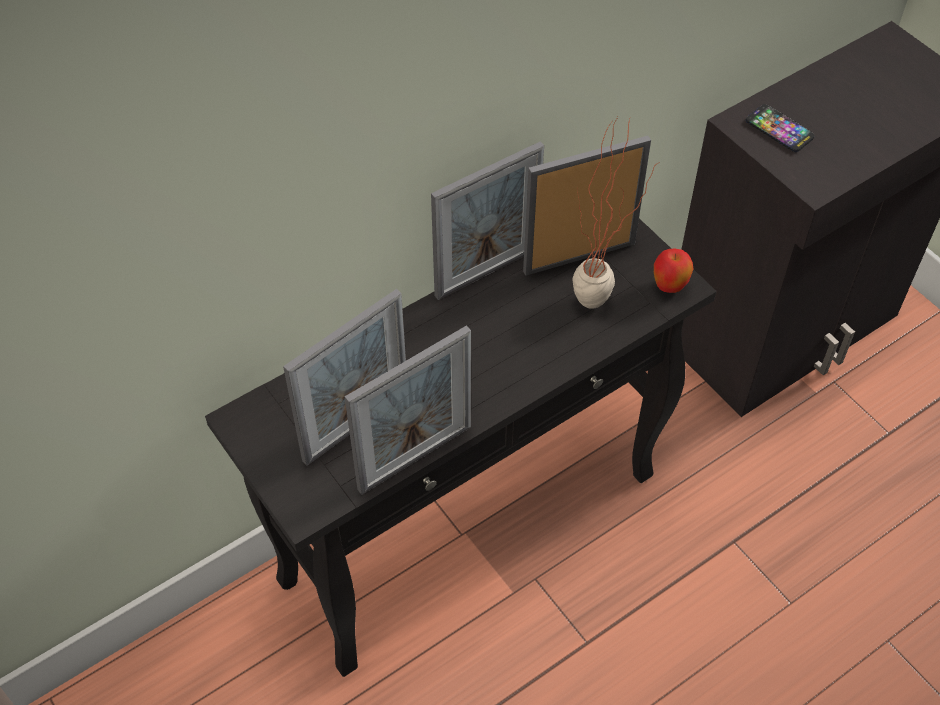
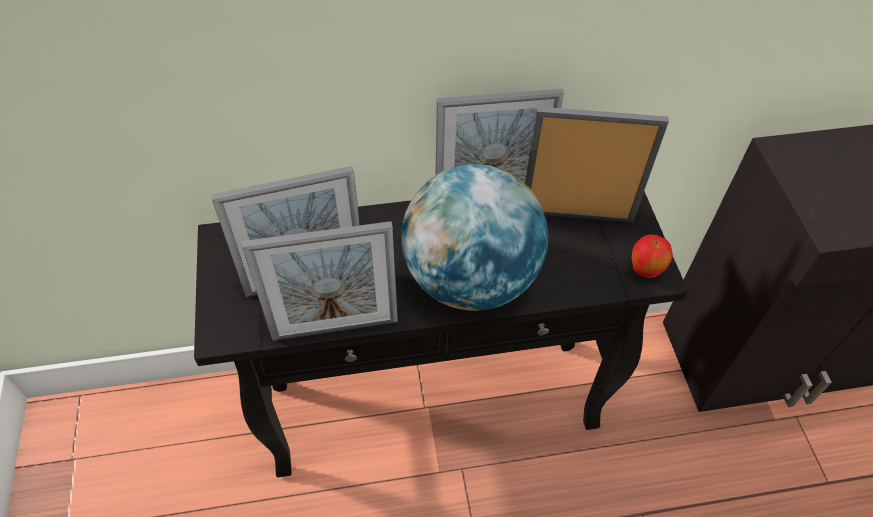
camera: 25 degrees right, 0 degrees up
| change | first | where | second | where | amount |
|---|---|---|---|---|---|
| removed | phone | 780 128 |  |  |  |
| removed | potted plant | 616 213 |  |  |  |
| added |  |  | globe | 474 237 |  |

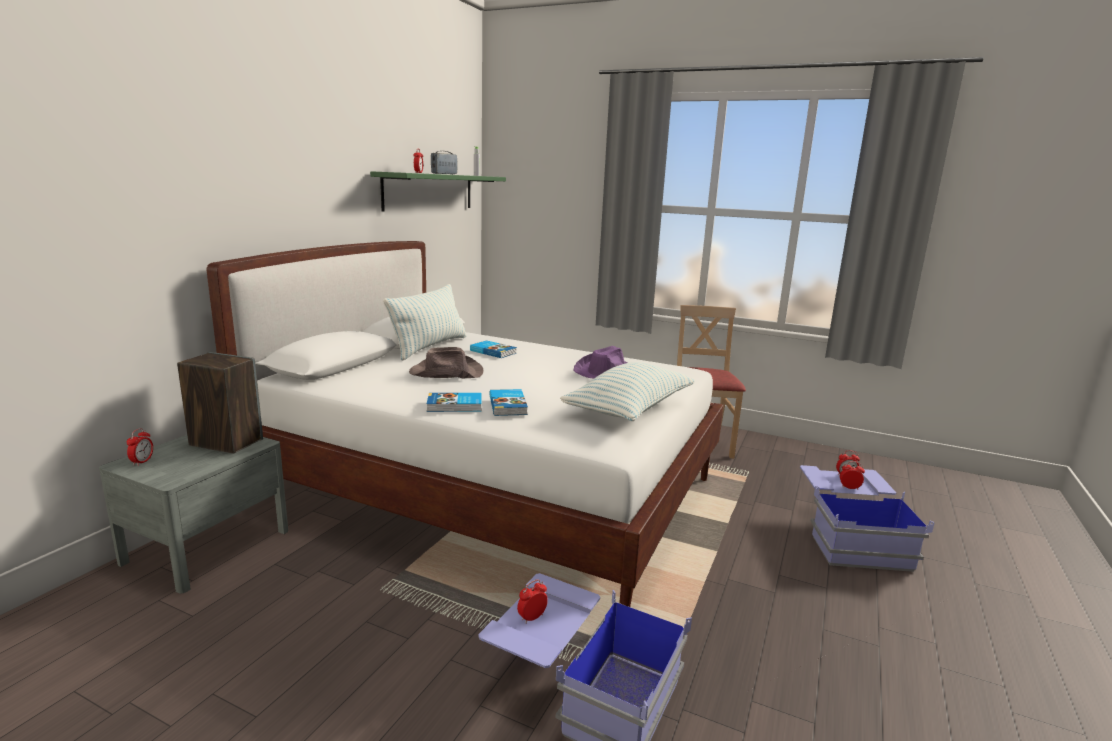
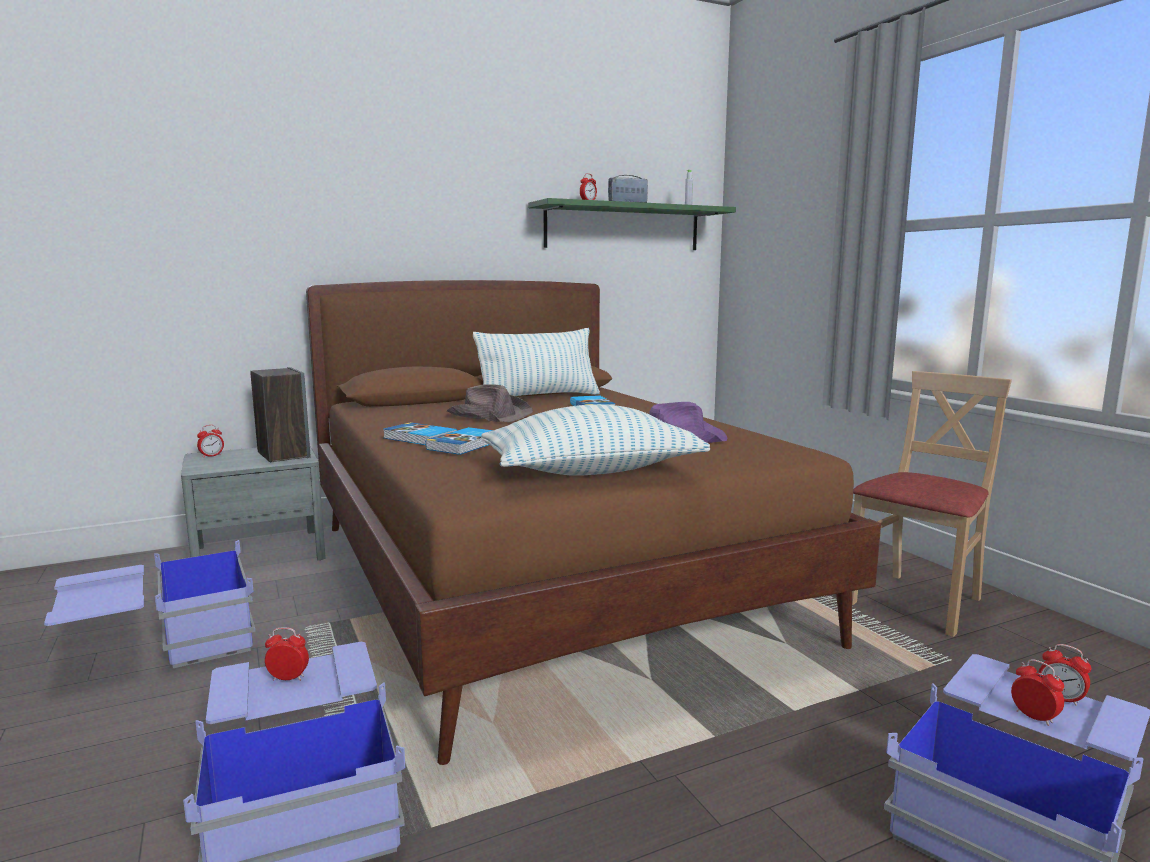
camera: 40 degrees right, 5 degrees down
| change | first | where | second | where | amount |
|---|---|---|---|---|---|
| recoloured | bed (white) | 465 424 | bed (brown) | 593 522 |  |
| added |  |  | storage box (bluish) | 149 604 |  |

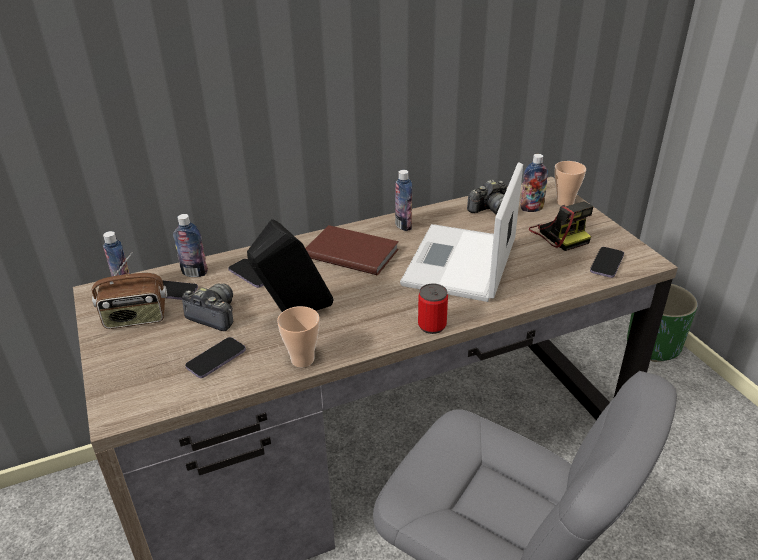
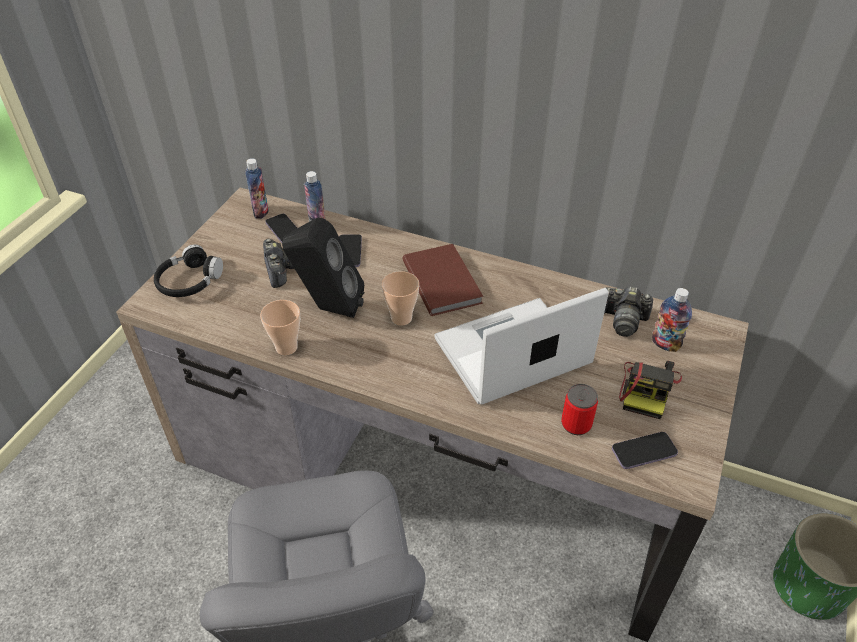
camera: 45 degrees right, 10 degrees up
| change | first | where | second | where | amount |
|---|---|---|---|---|---|
| moved | drinking cup | 570 183 |  | 400 298 |  |
| removed | drink bottle | 403 200 |  |  |  |
| removed | radio receiver | 129 290 |  |  |  |
| moved | metal can | 433 308 |  | 579 409 |  |
| removed | phone | 215 357 |  |  |  |
| added |  |  | headset (black) | 188 270 |  |

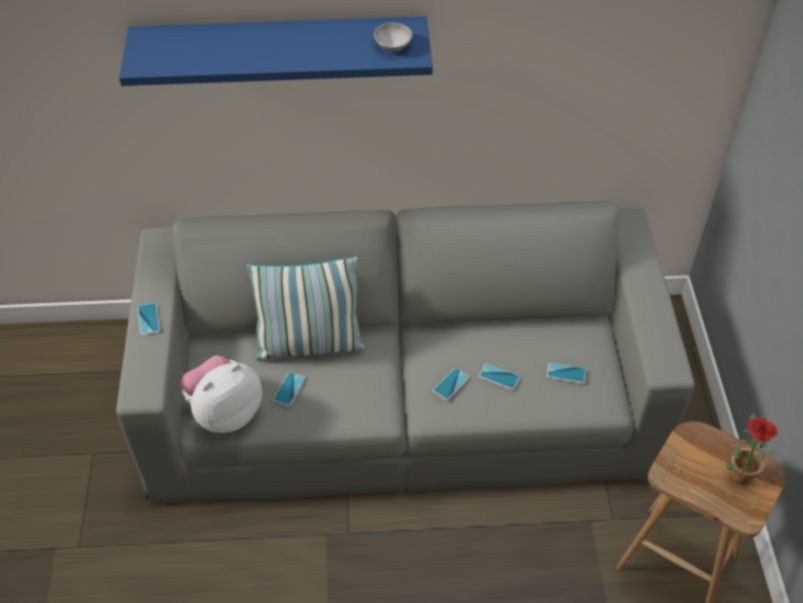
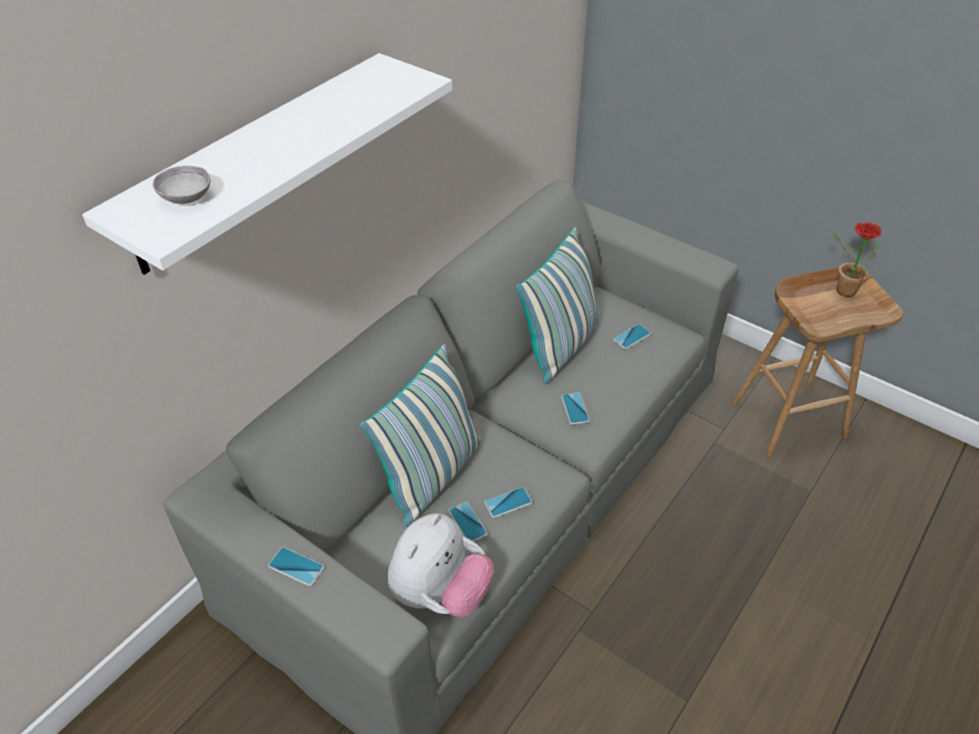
camera: 50 degrees left, 5 degrees down
| change | first | where | second | where | amount |
|---|---|---|---|---|---|
| recoloured | shelf (bluish) | 276 51 | shelf (white) | 267 164 |  |
| moved | bowl (gray) | 393 37 |  | 181 185 |  |
| turned | plush toy | 221 394 |  | 441 565 | 150 degrees counterclockwise |
| moved | phone | 499 376 |  | 508 502 |  |
| added |  |  | throw pillow | 558 305 |  |

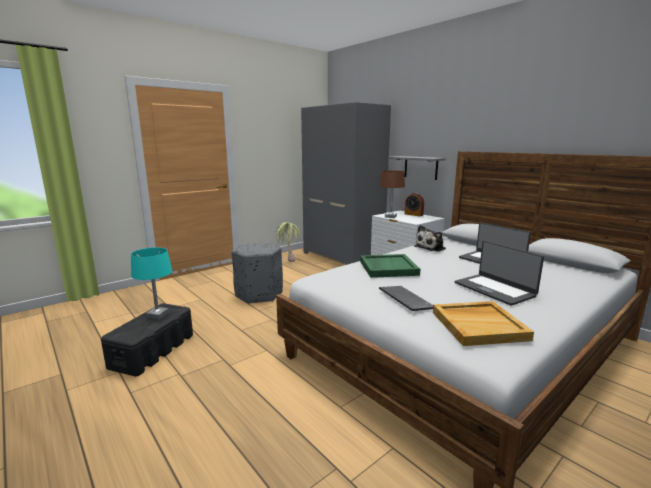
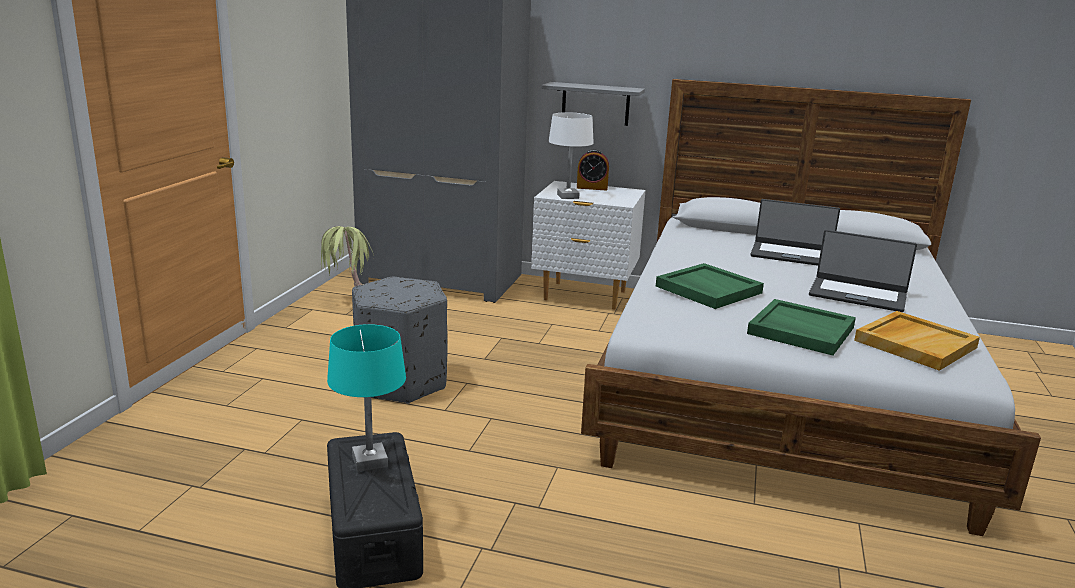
camera: 35 degrees left, 5 degrees up
| change | first | where | second | where | amount |
|---|---|---|---|---|---|
| recoloured | tabletop lamp (brown) | 392 194 | tabletop lamp (white) | 571 155 |  |
| removed | plush toy | 430 238 |  |  |  |
| replaced | PC keyboard | 406 298 | carrying tray (green-coloured) | 801 327 |  |

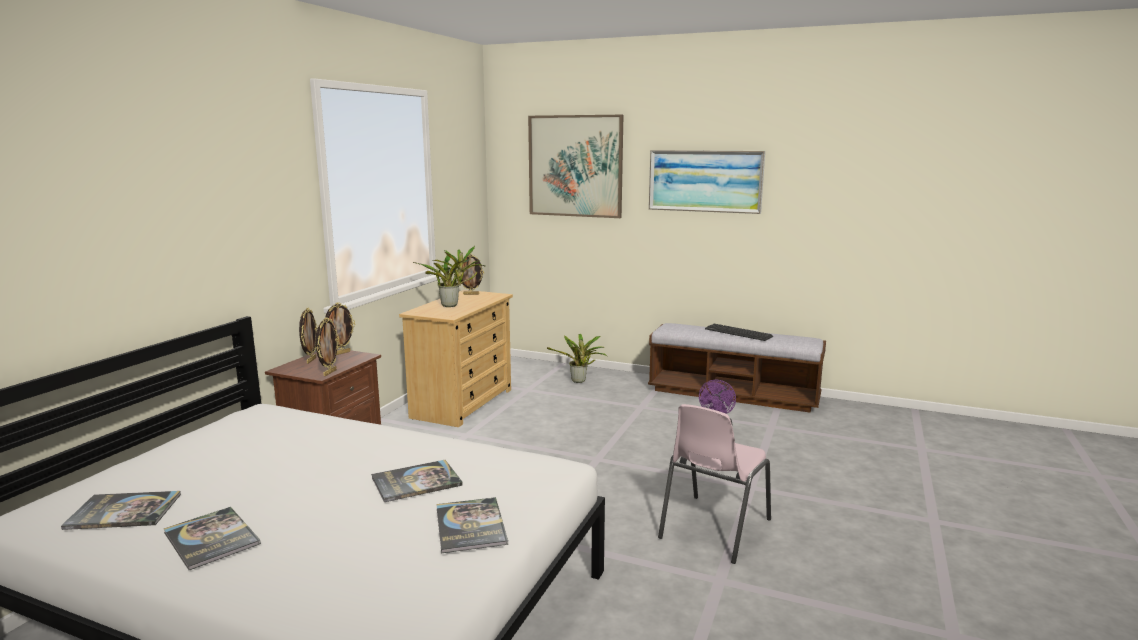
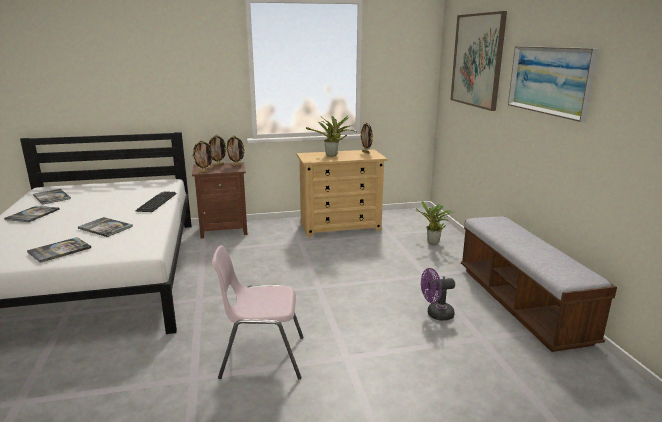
camera: 55 degrees right, 5 degrees up
| change | first | where | second | where | amount |
|---|---|---|---|---|---|
| moved | PC keyboard | 739 332 |  | 156 201 |  |

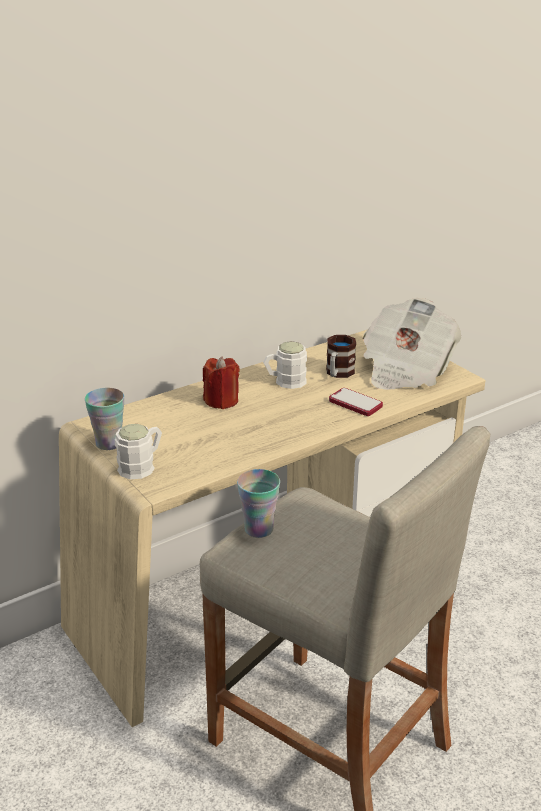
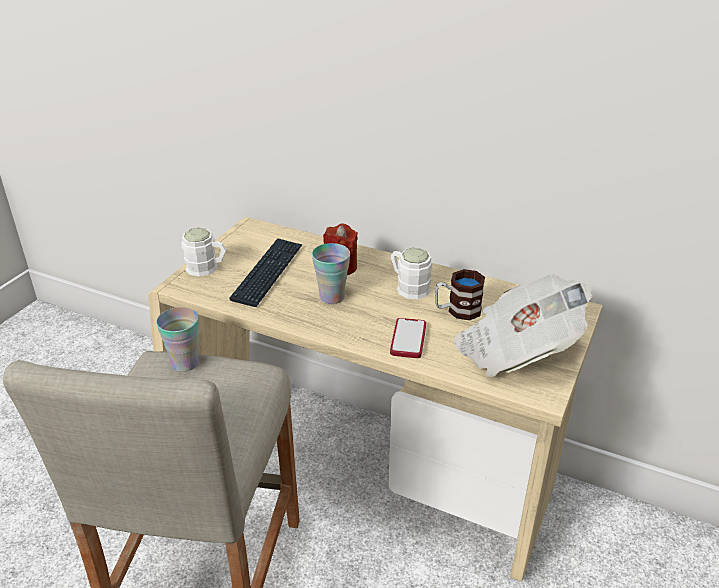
camera: 60 degrees right, 5 degrees up
| change | first | where | second | where | amount |
|---|---|---|---|---|---|
| moved | drinking cup | 104 419 |  | 331 273 |  |
| added |  |  | PC keyboard | 266 272 |  |

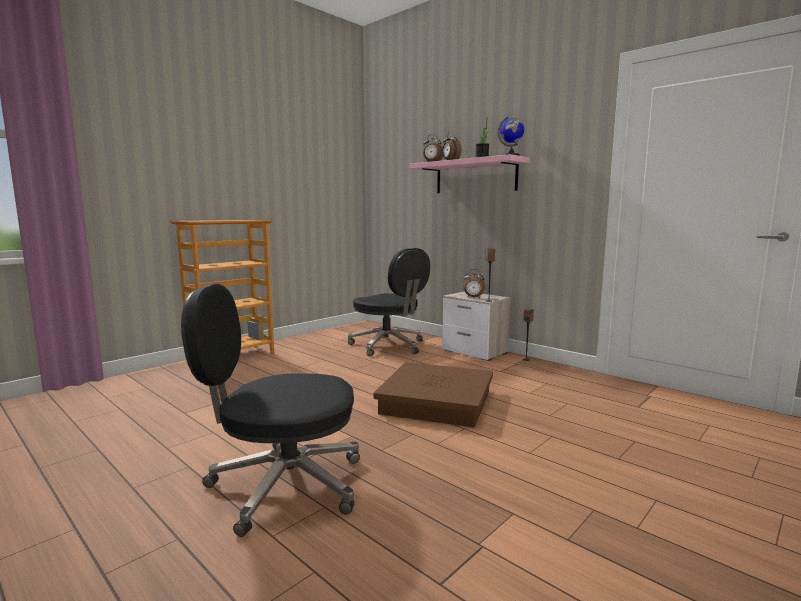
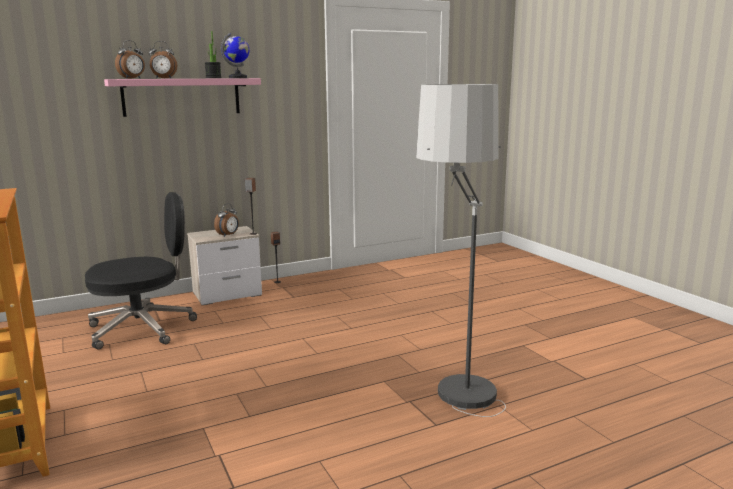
camera: 70 degrees left, 5 degrees up
| change | first | where | second | where | amount |
|---|---|---|---|---|---|
| replaced | office chair (black) | 270 410 | standing lamp | 461 250 |  |
| removed | storage box (brown) | 433 394 |  |  |  |

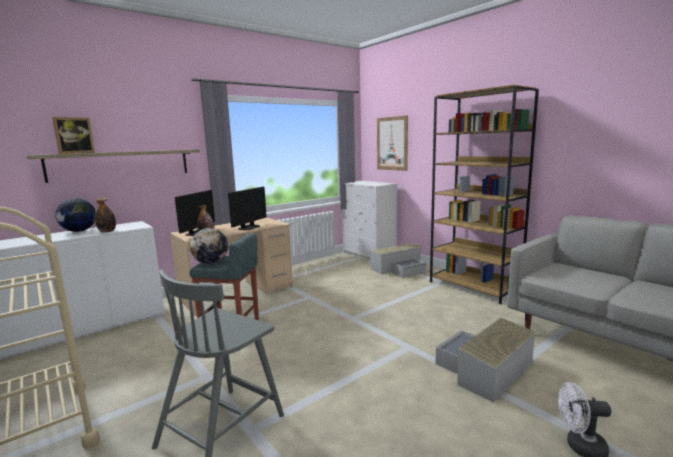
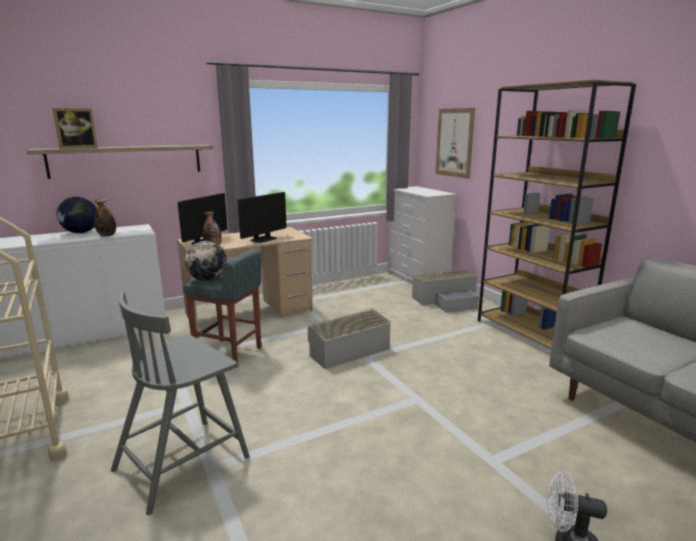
camera: 10 degrees right, 5 degrees up
| change | first | where | second | where | amount |
|---|---|---|---|---|---|
| moved | storage box (gray) | 485 359 |  | 349 339 |  |

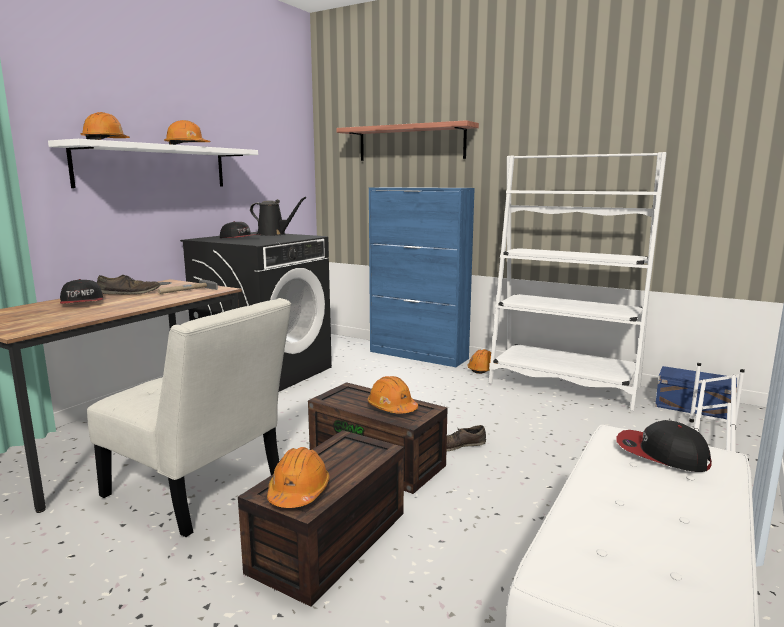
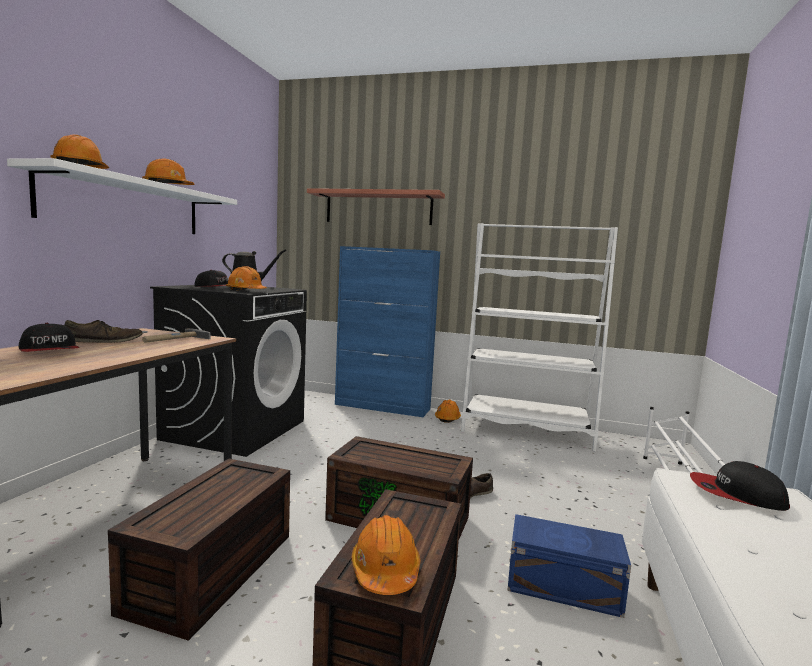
camera: 15 degrees left, 5 degrees down
| change | first | where | second | where | amount |
|---|---|---|---|---|---|
| replaced | plain chair (white) | 189 417 | storage box (brown) | 199 550 |  |
| moved | storage box (bluish) | 696 392 |  | 569 566 |  |
| moved | safety helmet (orange) | 393 395 |  | 246 278 |  |

